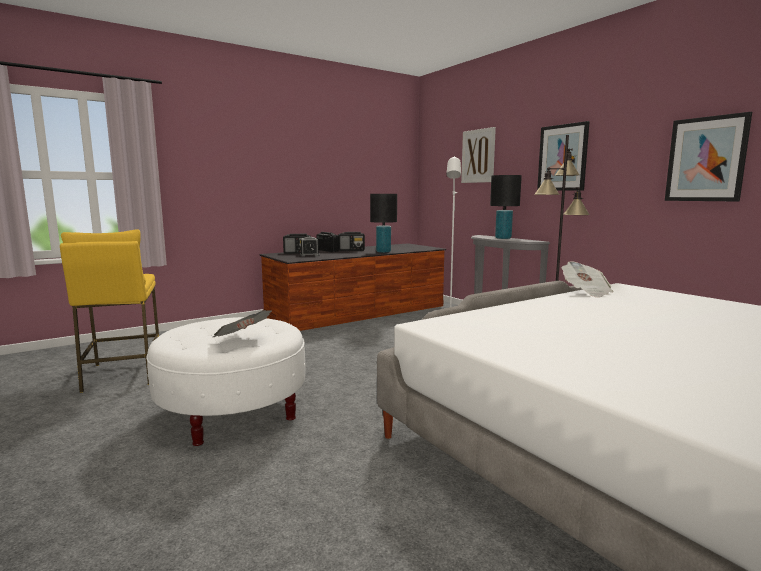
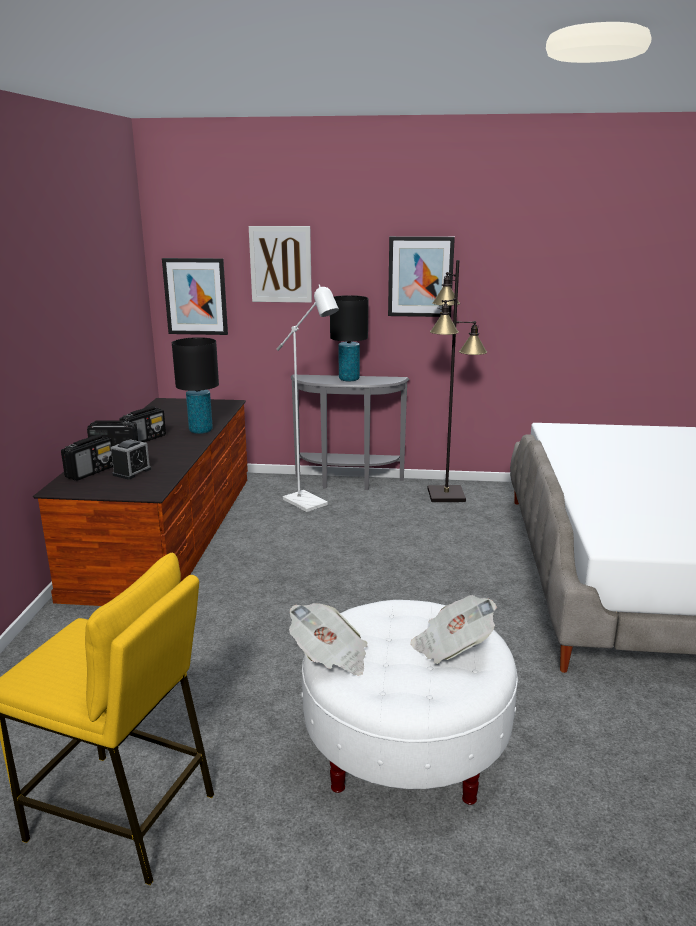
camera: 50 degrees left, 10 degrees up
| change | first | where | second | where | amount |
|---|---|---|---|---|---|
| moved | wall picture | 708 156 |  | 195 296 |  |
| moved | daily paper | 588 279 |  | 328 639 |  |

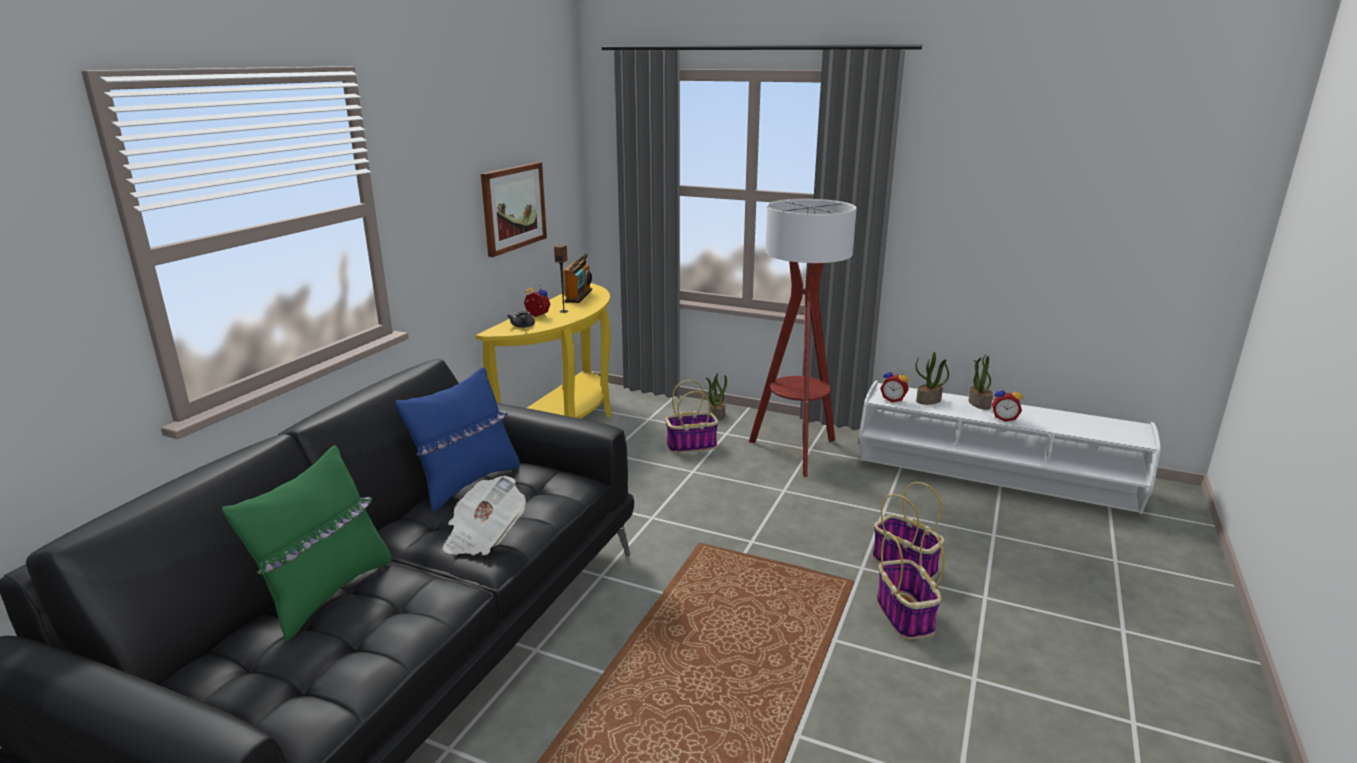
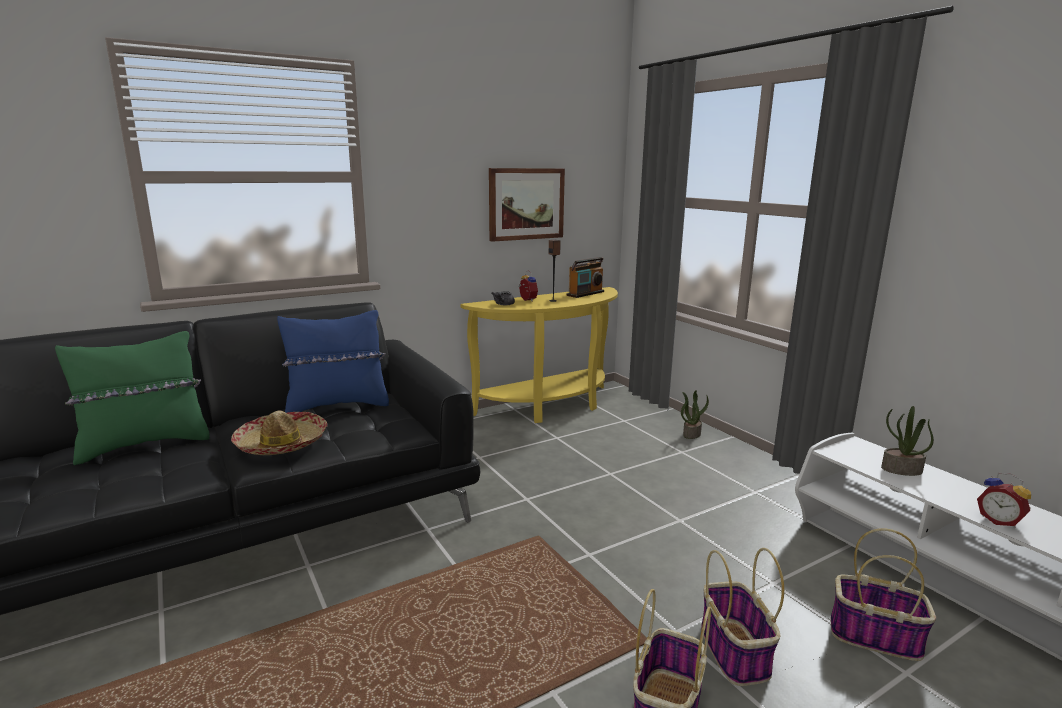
camera: 35 degrees right, 5 degrees down
| change | first | where | second | where | amount |
|---|---|---|---|---|---|
| removed | standing lamp | 803 338 |  |  |  |
| removed | potted plant | 981 382 |  |  |  |
| removed | alarm clock | 894 385 |  |  |  |
| moved | storage basket | 691 416 |  | 883 594 |  |
| replaced | daily paper | 484 515 | wearable hat | 279 433 |  |

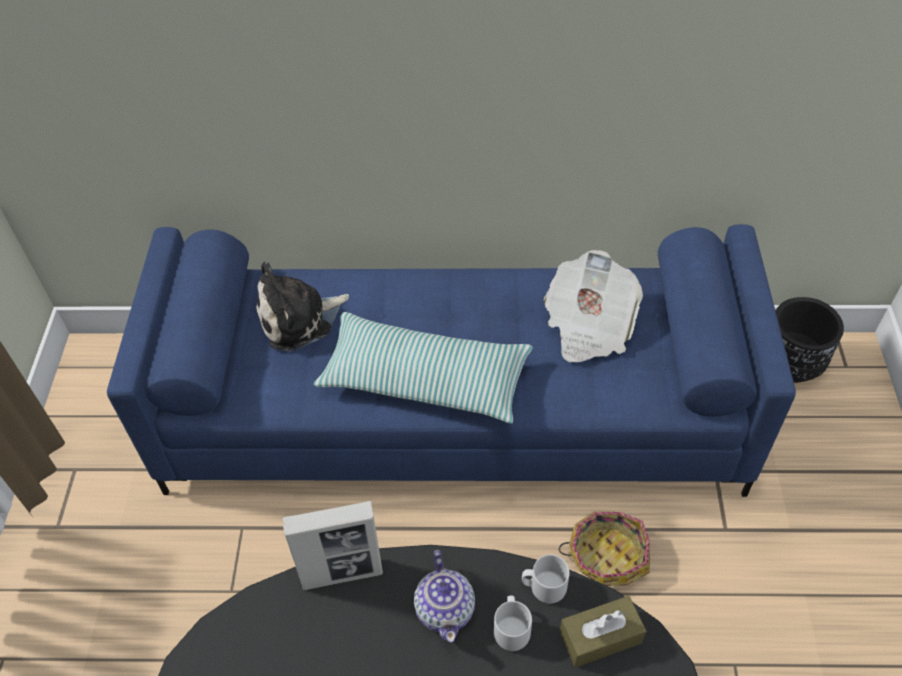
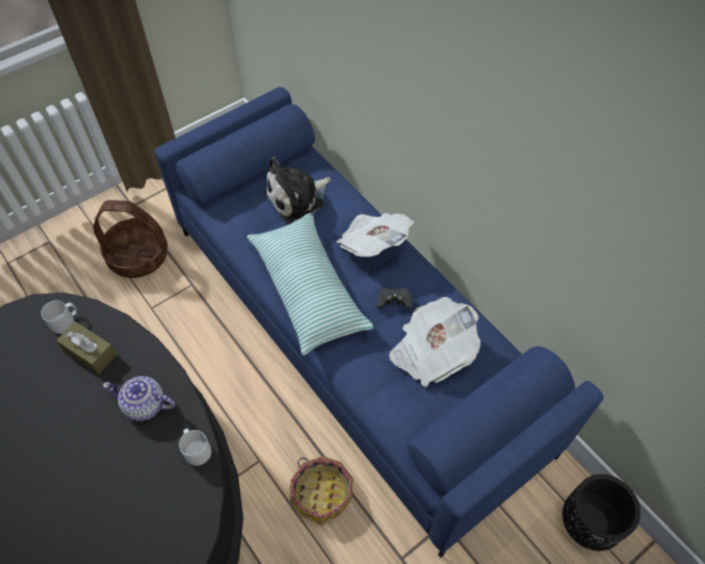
camera: 50 degrees right, 5 degrees up
| change | first | where | second | where | amount |
|---|---|---|---|---|---|
| turned | plush toy | 302 306 |  | 297 189 | 60 degrees counterclockwise |
| removed | standing frame | 333 545 |  |  |  |
| turned | teapot | 444 596 |  | 139 398 | 60 degrees clockwise |
| moved | mug (gray) | 513 623 |  | 59 317 |  |
| moved | tissue holder (brown) | 603 631 |  | 86 347 |  |
| added |  |  | storage basket | 130 239 |  |
| added |  |  | daily paper | 375 235 |  |
| added |  |  | joypad (black) | 394 299 |  |

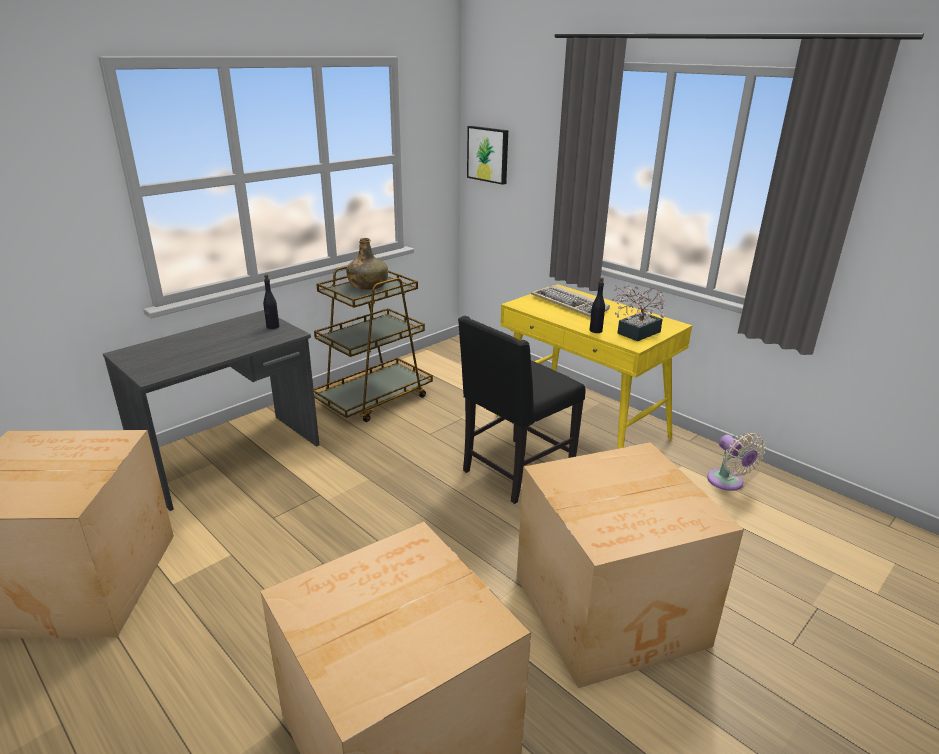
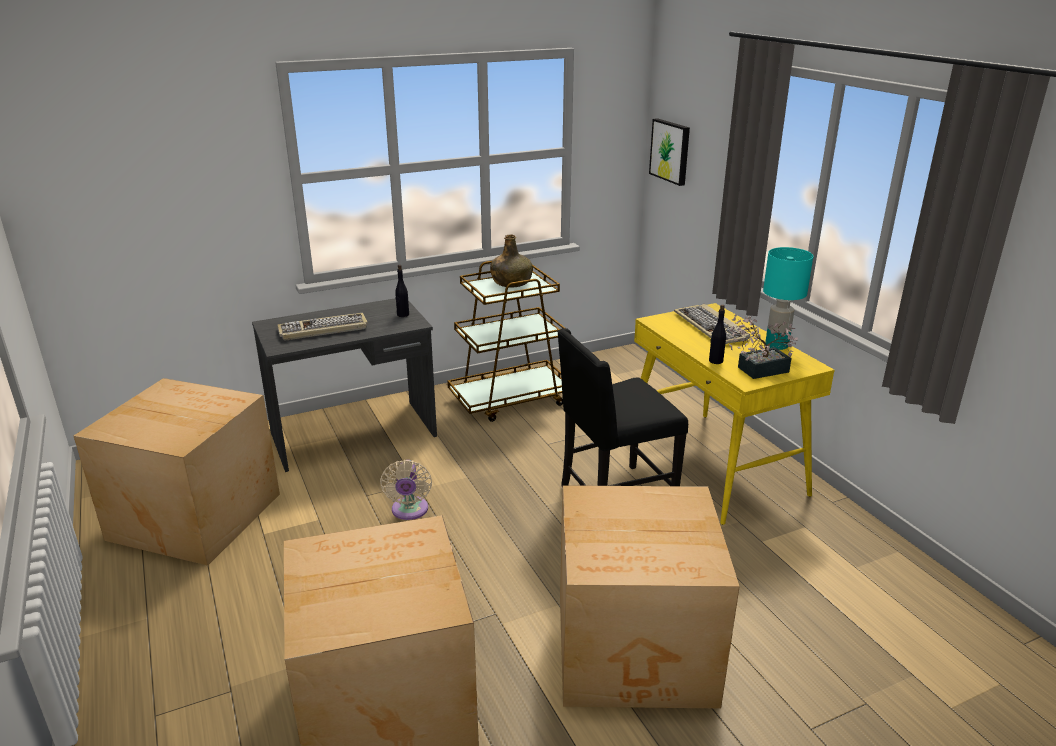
camera: 20 degrees right, 0 degrees up
| change | first | where | second | where | amount |
|---|---|---|---|---|---|
| moved | cooling fan (beige-coloured) | 736 462 |  | 406 490 |  |
| added |  |  | tabletop lamp (turquoise) | 788 298 |  |
| added |  |  | PC keyboard | 322 327 |  |

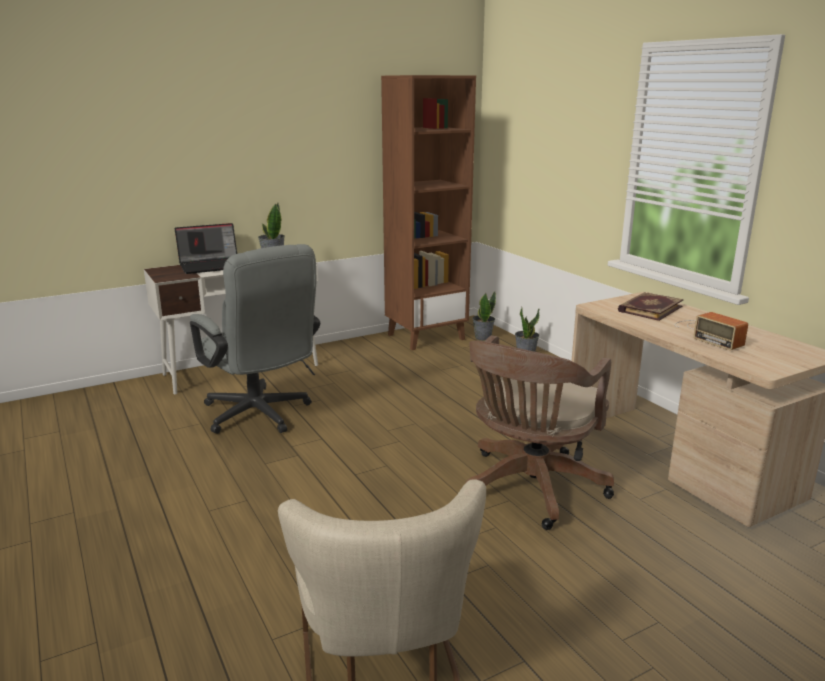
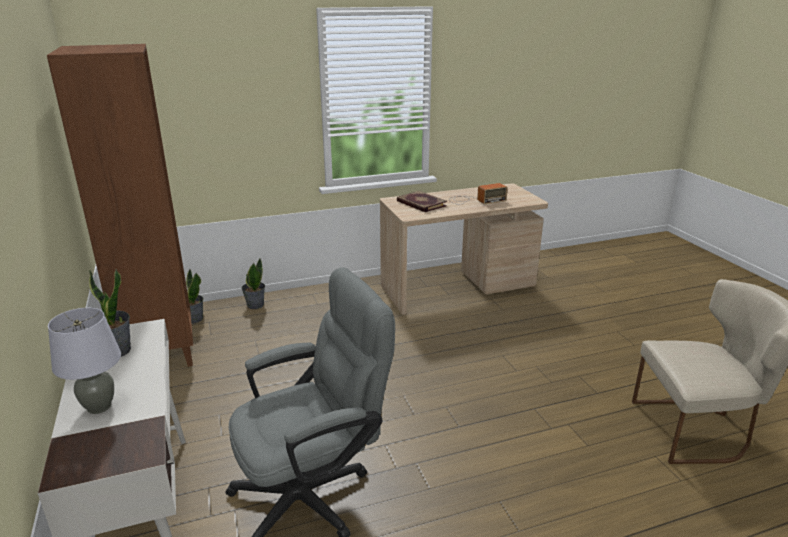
camera: 80 degrees left, 5 degrees up
| change | first | where | second | where | amount |
|---|---|---|---|---|---|
| replaced | laptop | 205 248 | tabletop lamp (gray) | 84 361 |  |
| removed | office chair (brown) | 539 432 |  |  |  |

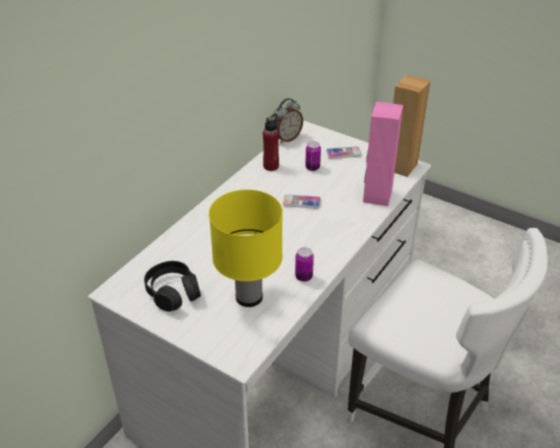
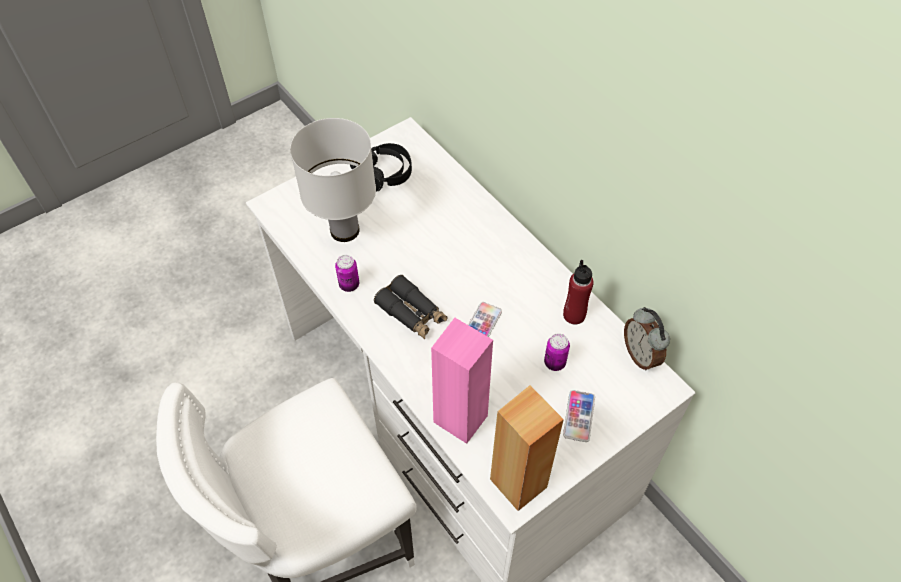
camera: 110 degrees right, 15 degrees up
| change | first | where | second | where | amount |
|---|---|---|---|---|---|
| recoloured | tabletop lamp (yellowish) | 246 248 | tabletop lamp (white) | 333 180 |  |
| added |  |  | pair of binoculars (black) | 410 307 |  |

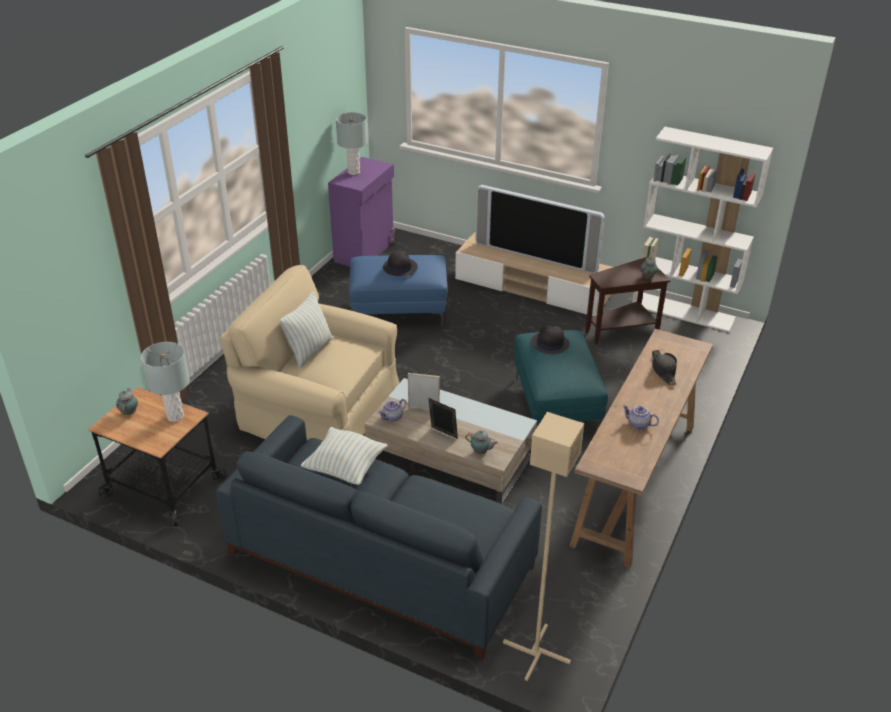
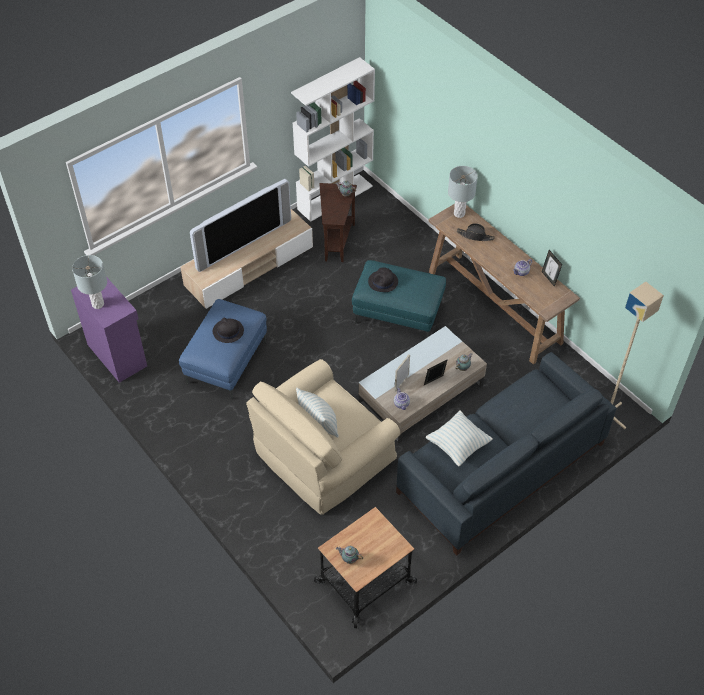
camera: 65 degrees left, 15 degrees up
| change | first | where | second | where | amount |
|---|---|---|---|---|---|
| moved | tabletop lamp (gray) | 165 382 |  | 463 192 |  |
| added |  |  | standing frame | 552 268 |  |

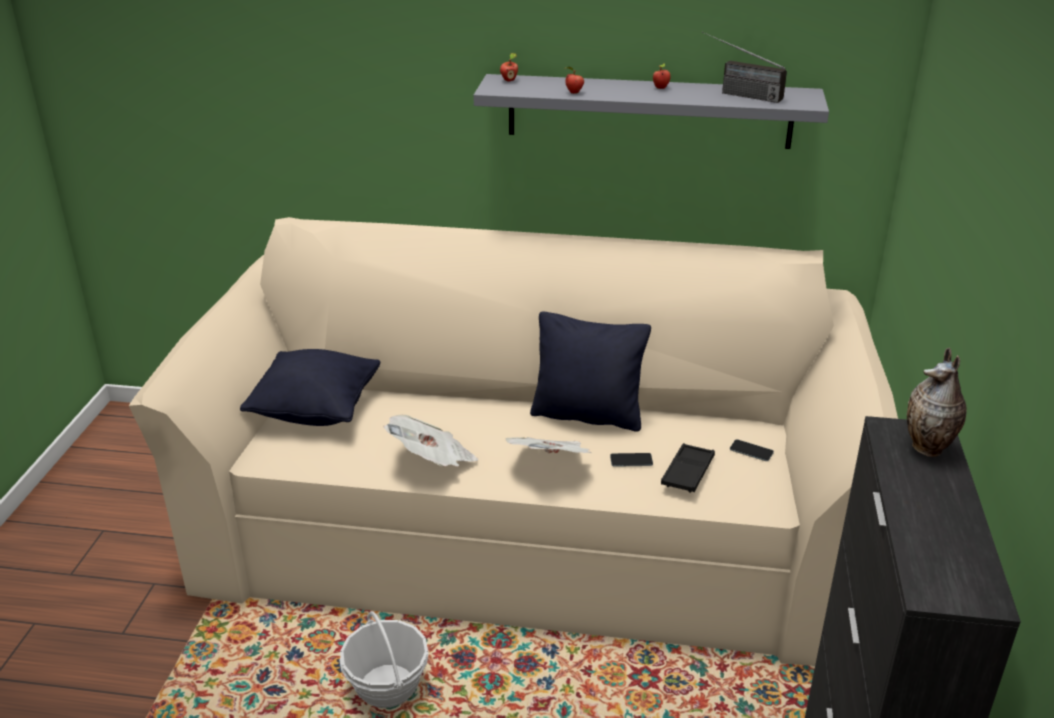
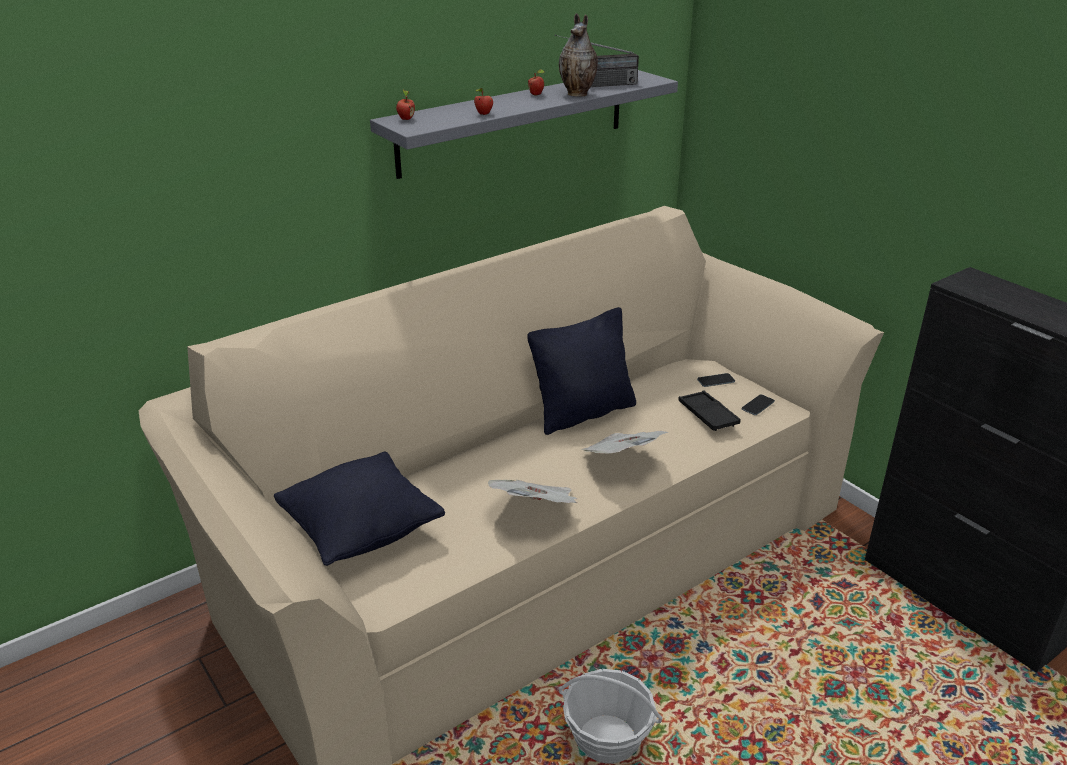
camera: 45 degrees left, 0 degrees up
| change | first | where | second | where | amount |
|---|---|---|---|---|---|
| moved | vase | 936 402 |  | 578 55 |  |
| moved | phone | 631 460 |  | 758 405 |  |

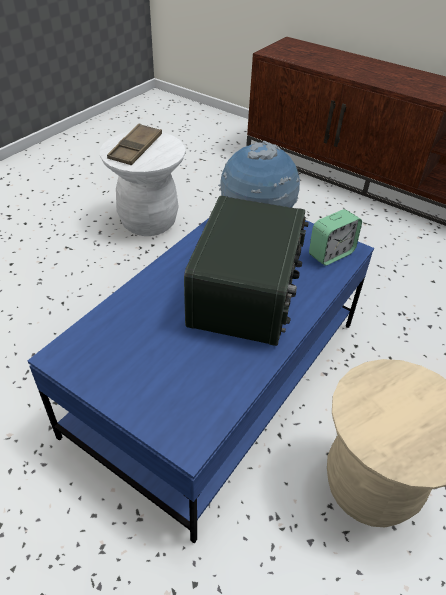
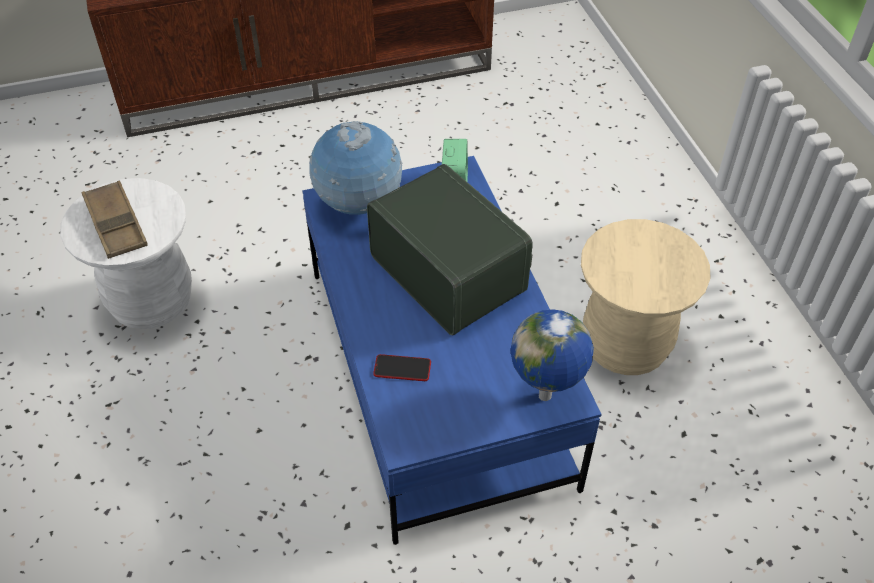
camera: 50 degrees left, 5 degrees up
| change | first | where | second | where | amount |
|---|---|---|---|---|---|
| added |  |  | globe | 552 355 |  |
| added |  |  | phone | 402 367 |  |

